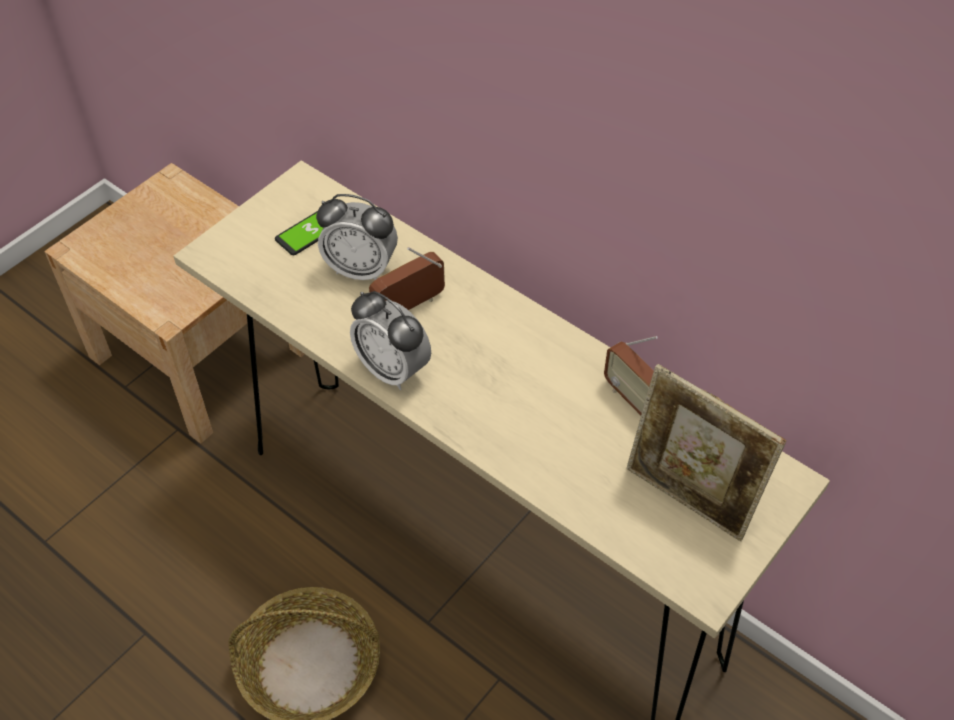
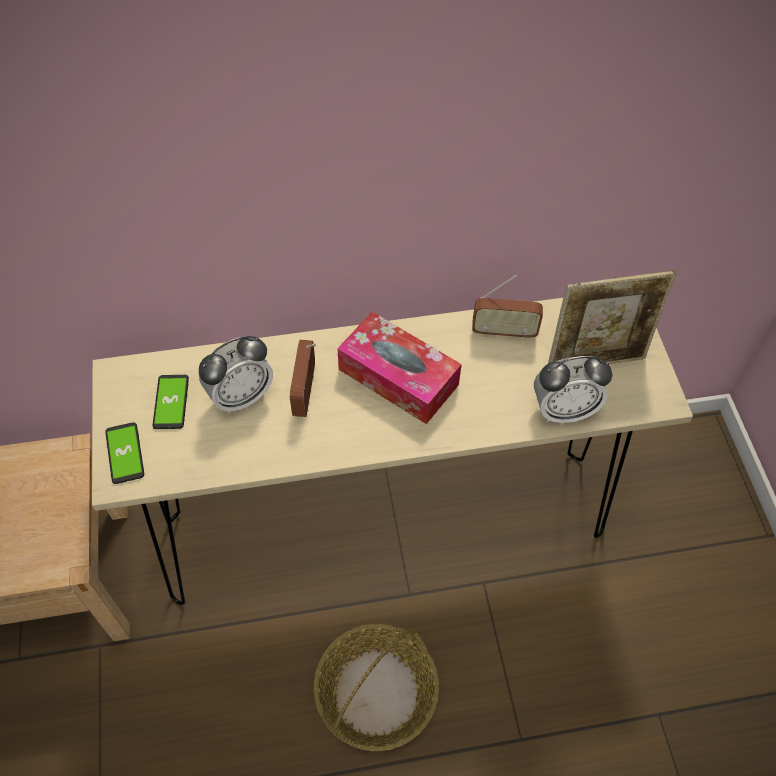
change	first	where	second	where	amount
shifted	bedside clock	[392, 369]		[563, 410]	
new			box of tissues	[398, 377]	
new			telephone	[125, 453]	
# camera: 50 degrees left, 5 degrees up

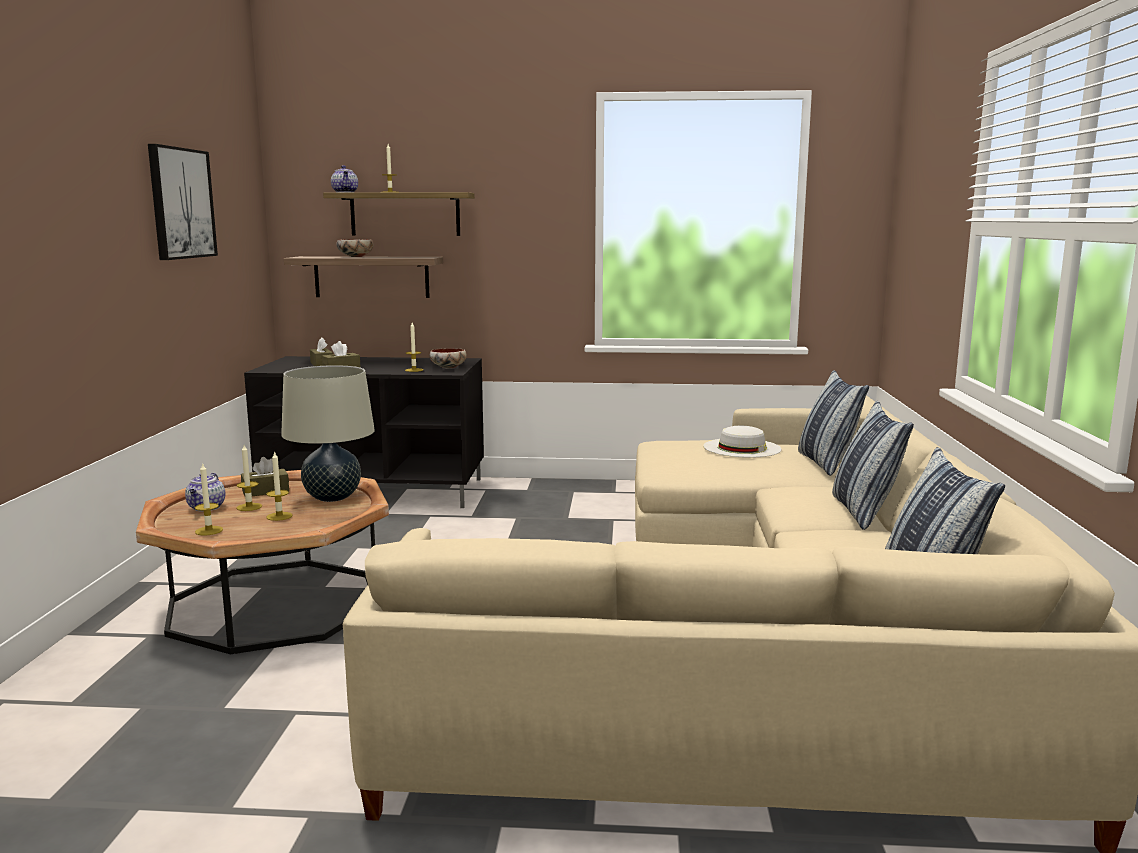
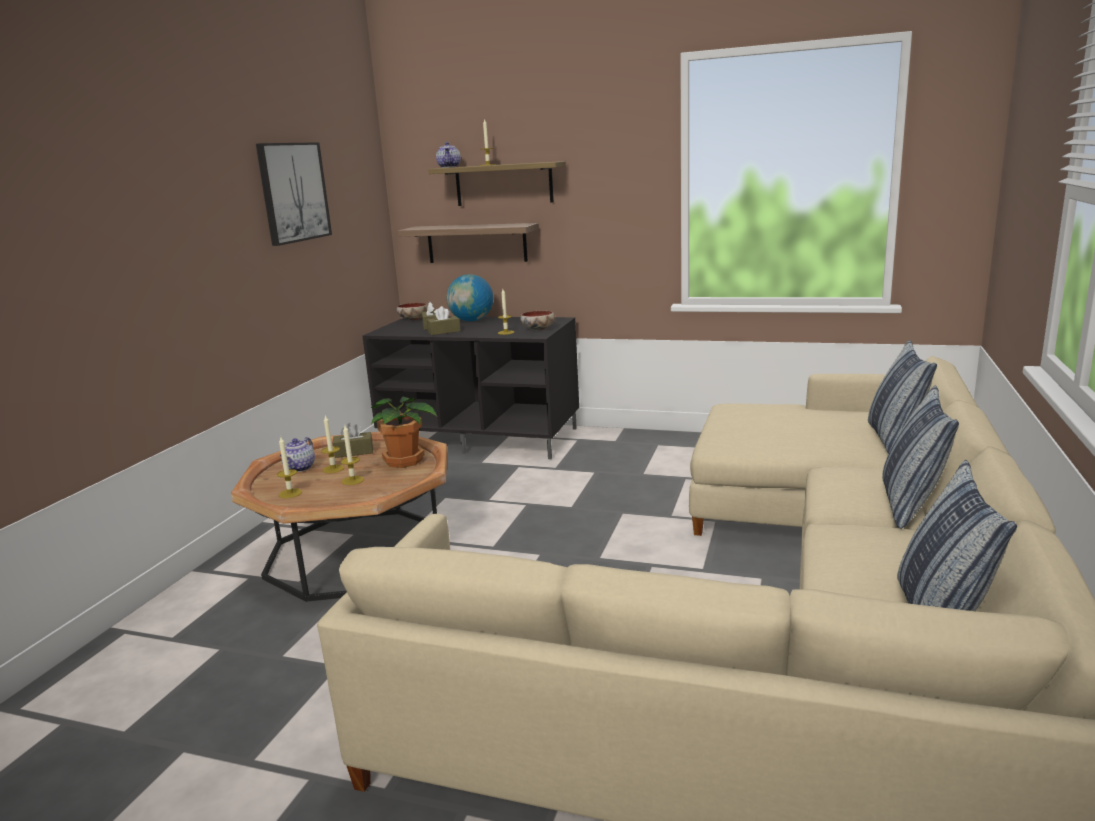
change	first	where	second	where	amount
shifted	bowl	[355, 257]		[413, 319]	
swapped	beige table lamp	[332, 497]	plant in a pot	[405, 461]	
gone	white wearable hat	[742, 448]			
new			world globe	[472, 320]	
# camera: 15 degrees right, 5 degrees up

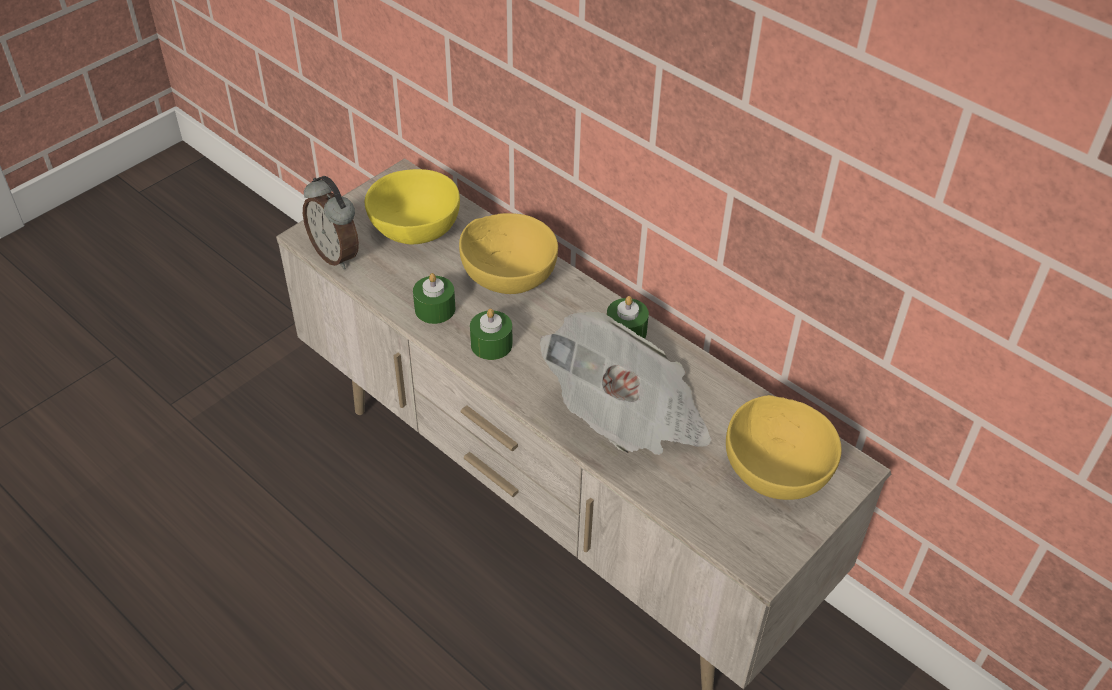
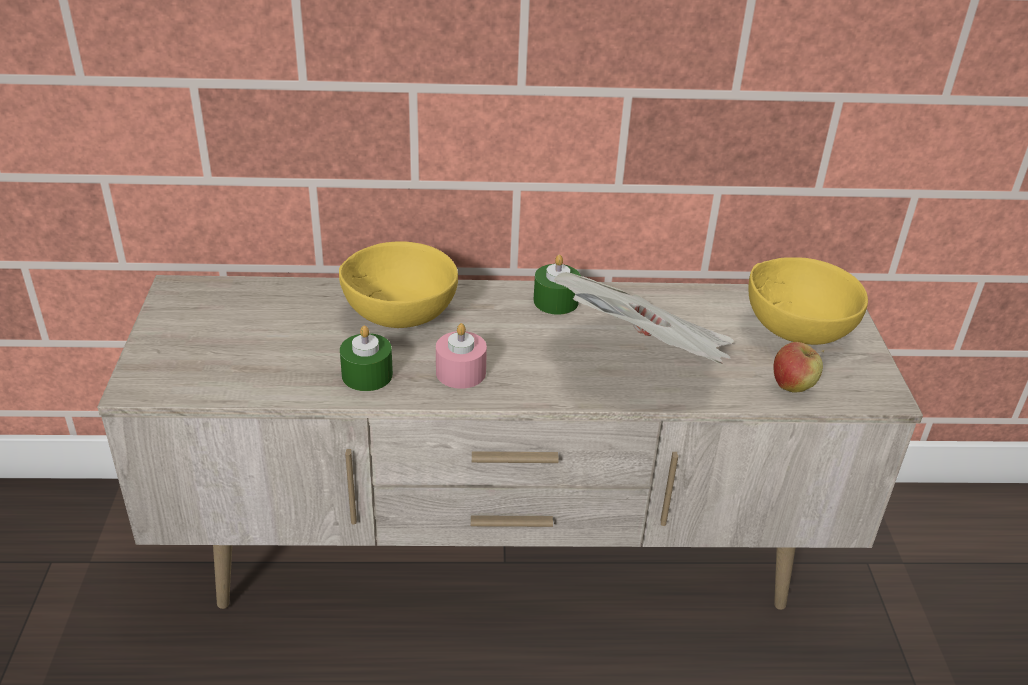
change	first	where	second	where	amount
gone	yellow bowl	[413, 232]			
gone	bedside clock	[336, 254]			
repainted	greenish wax light	[491, 344]	pink-coloured wax light	[460, 372]	
new			apple fruit	[792, 387]	
# camera: 45 degrees left, 10 degrees down

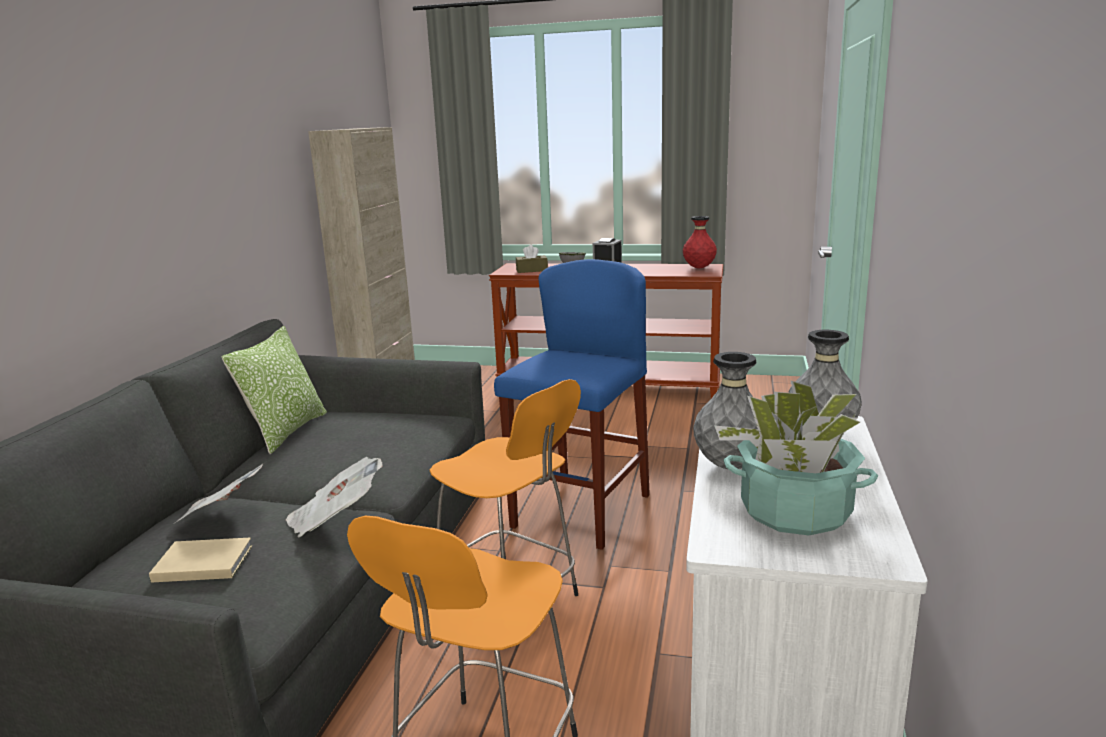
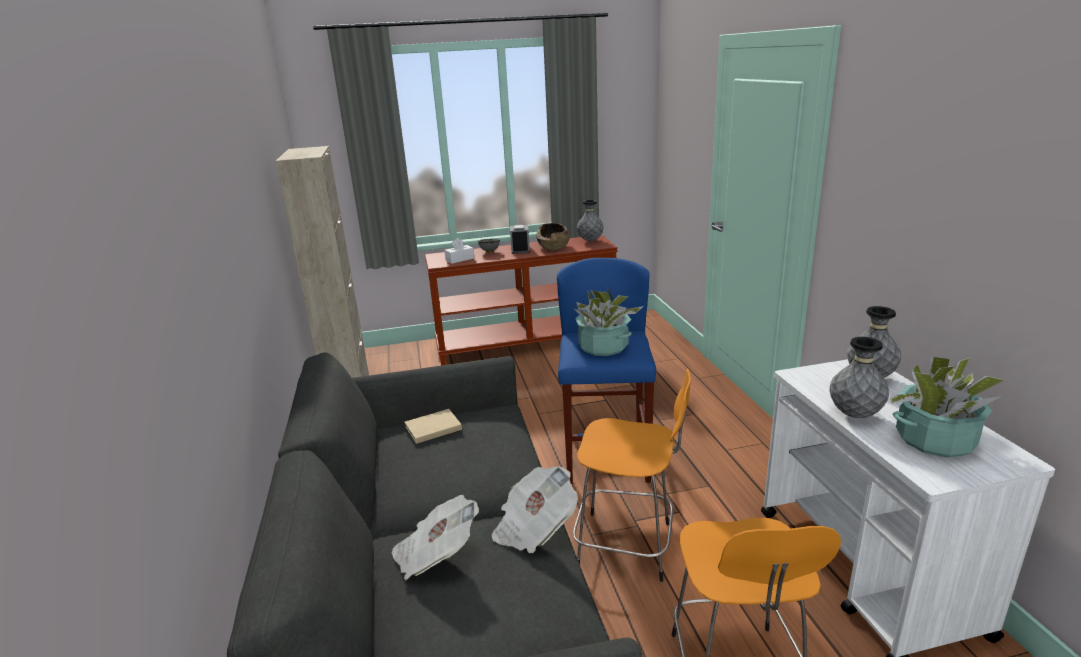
change	first	where	second	where	amount
repainted	red-coloured flower vase	[699, 268]	greyish flower vase	[590, 240]	
repainted	brownish box of tissues	[532, 270]	white box of tissues	[460, 259]	
gone	pillow	[286, 432]			
shifted	beige book	[201, 563]		[431, 428]	
new			brownish bowl	[553, 247]	
new			plant in a pot	[603, 347]	
# camera: 25 degrees left, 5 degrees up

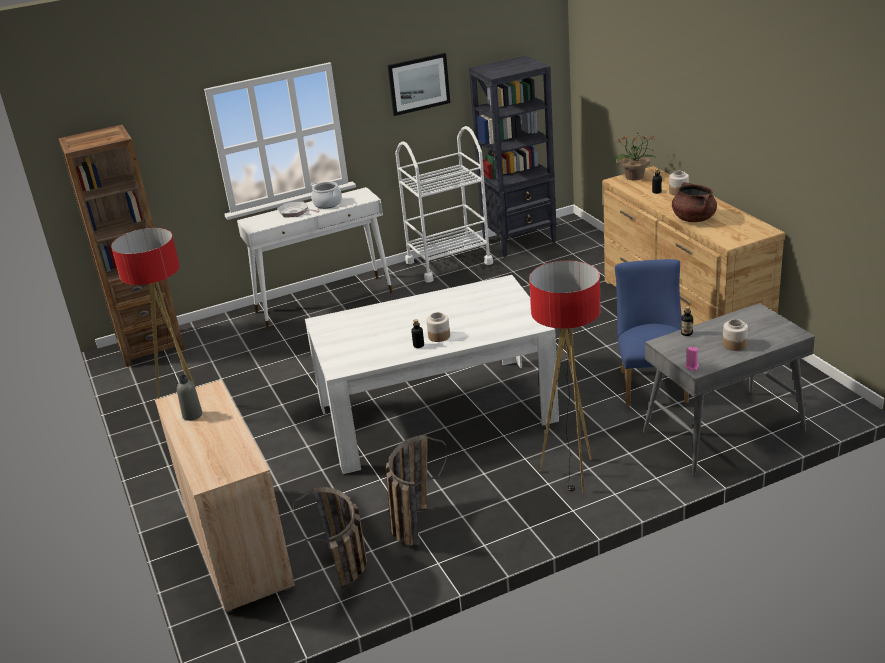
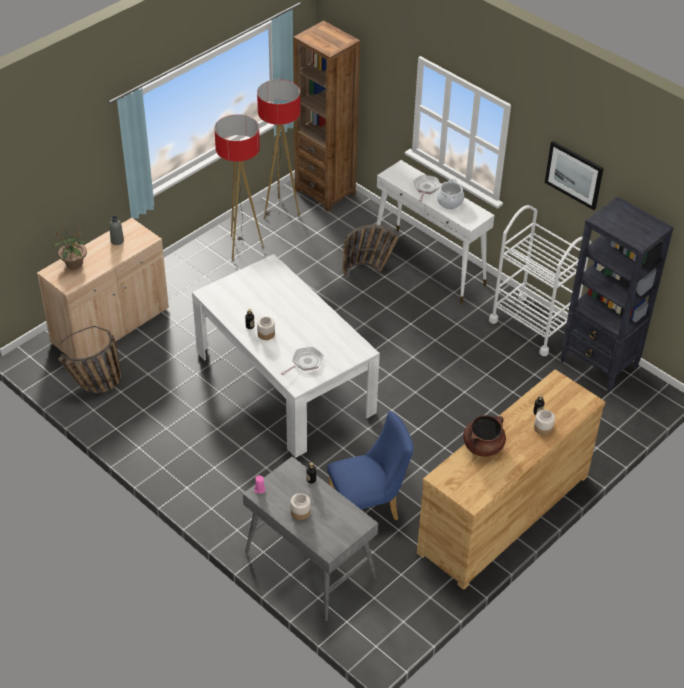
change	first	where	second	where	amount
shifted	plant in a pot	[635, 177]		[74, 264]	
shifted	standard lamp	[571, 474]		[280, 211]	
shifted	storage basket	[415, 520]		[368, 271]	
new			skillet	[305, 362]	
# camera: 65 degrees right, 15 degrees up

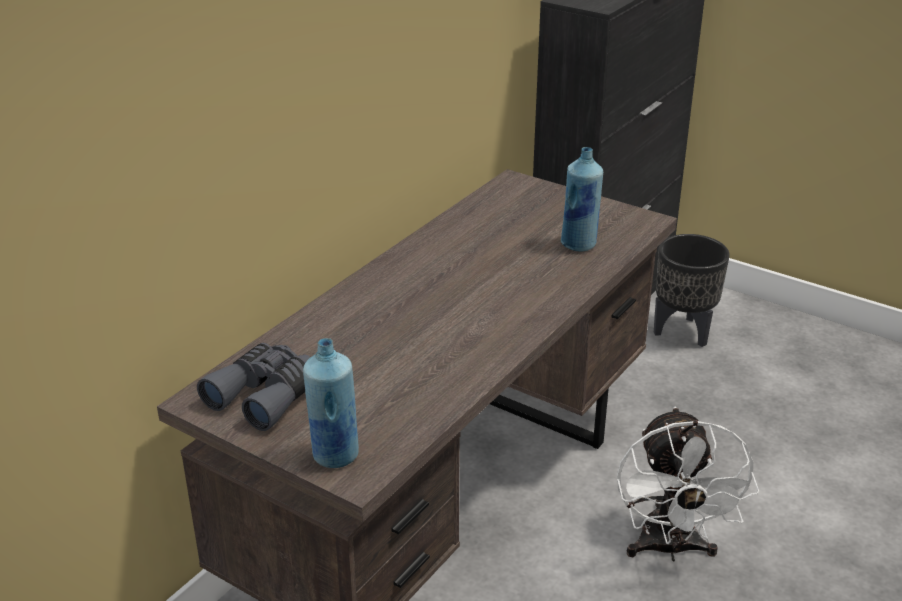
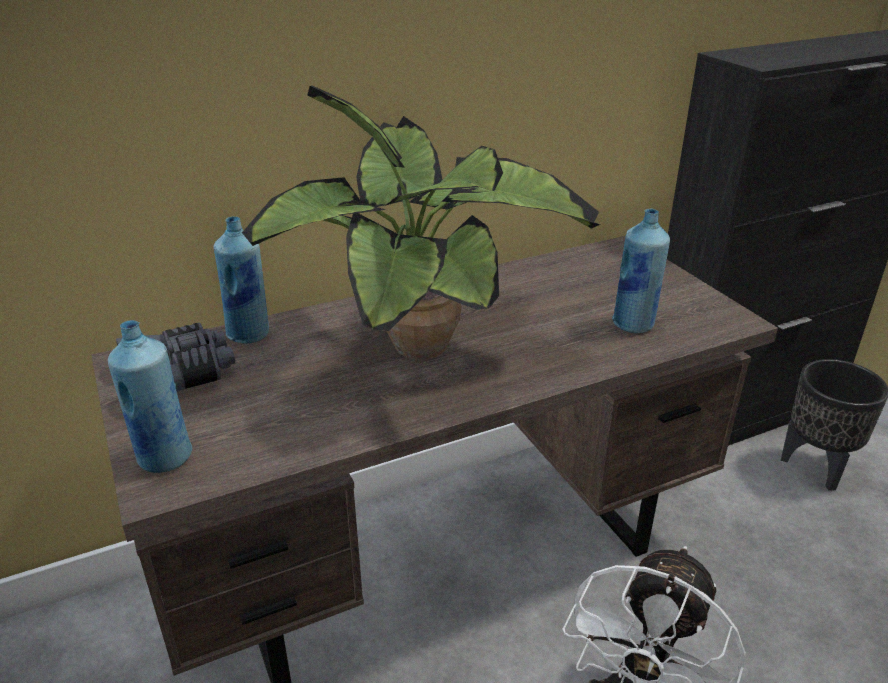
change	first	where	second	where	amount
new			plant in a pot	[428, 350]	
new			bluish bottle	[249, 334]	
# camera: 30 degrees right, 0 degrees up

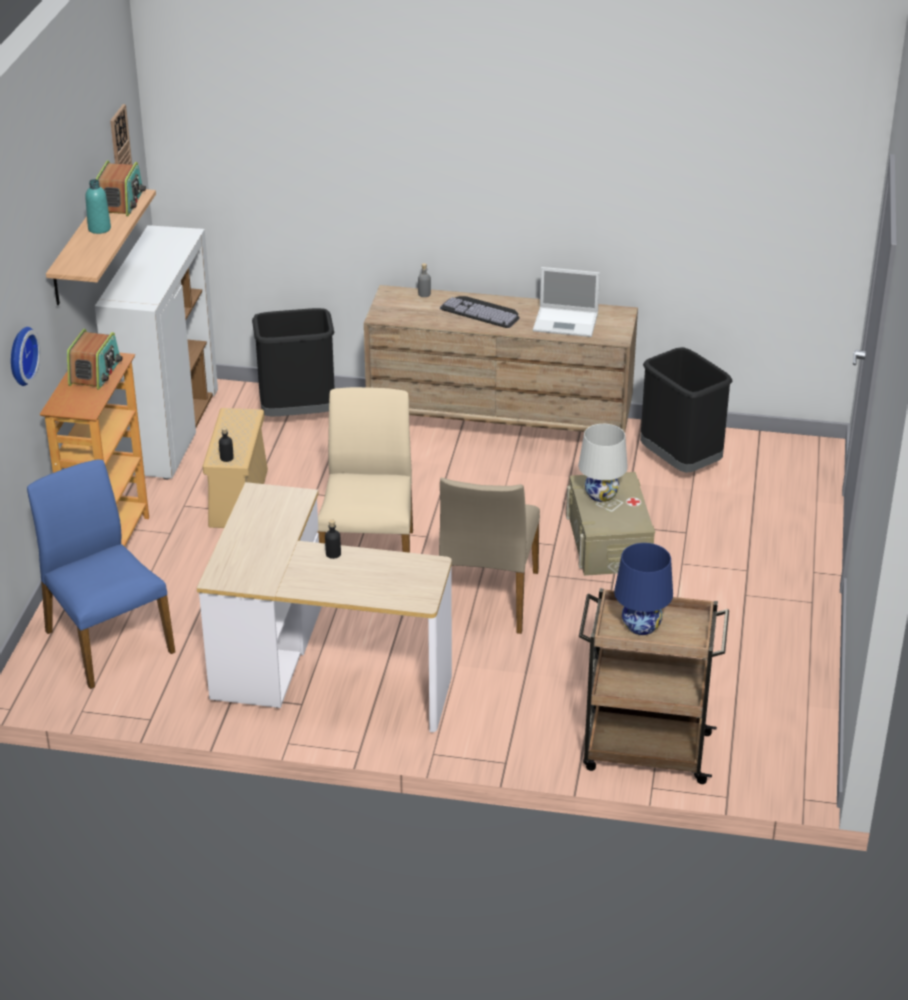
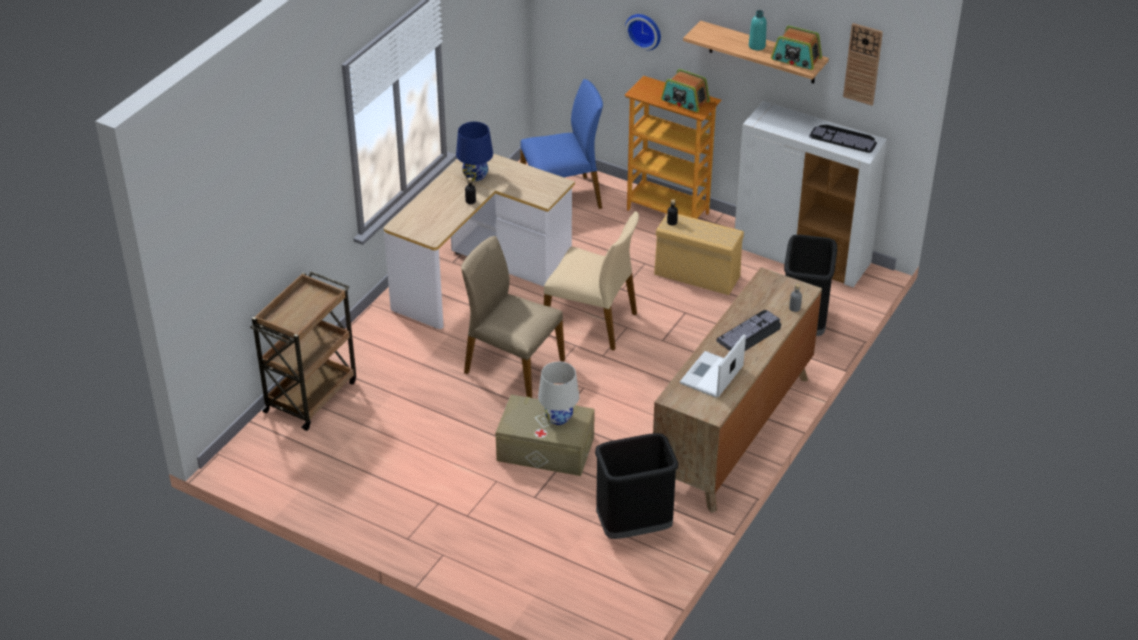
change	first	where	second	where	amount
shifted	bluish table lamp	[641, 625]		[475, 175]	
new			keyboard	[844, 138]	
# camera: 110 degrees right, 5 degrees up

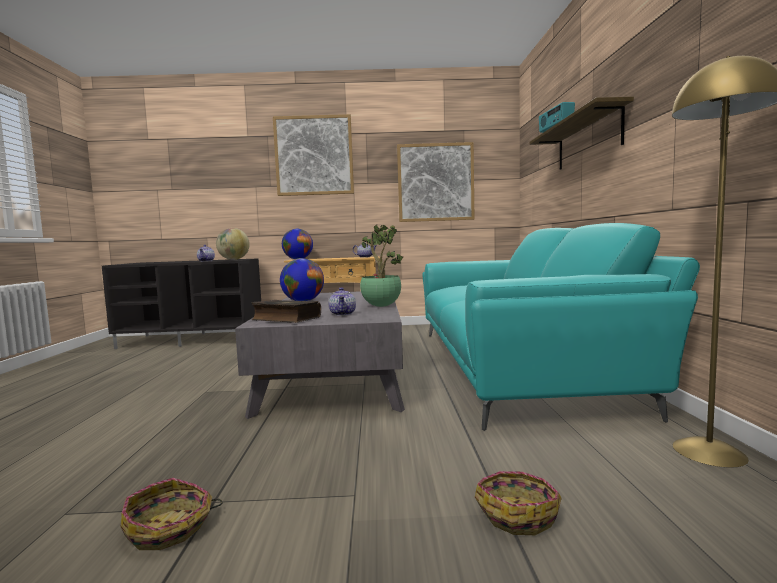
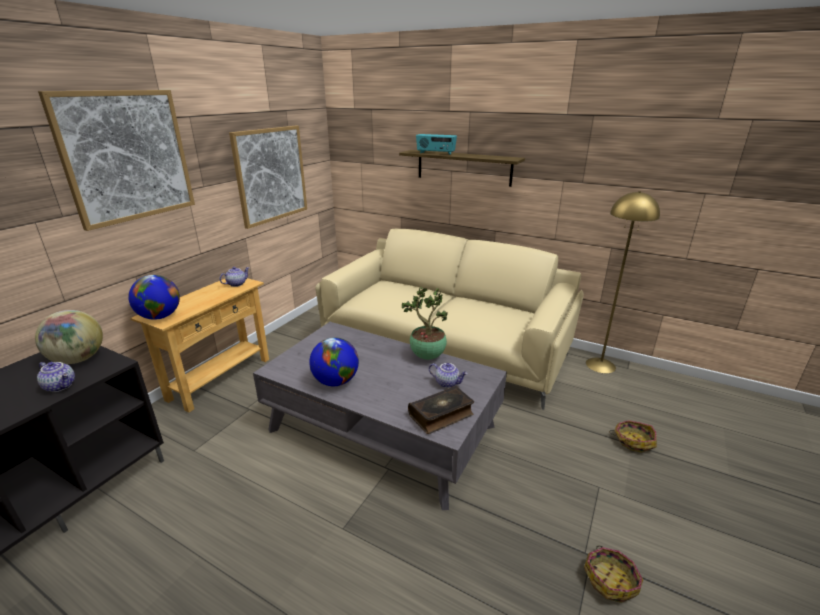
change	first	where	second	where	amount
repainted	blue-green sofa	[515, 365]	beige sofa	[446, 346]	
# camera: 60 degrees left, 20 degrees up

